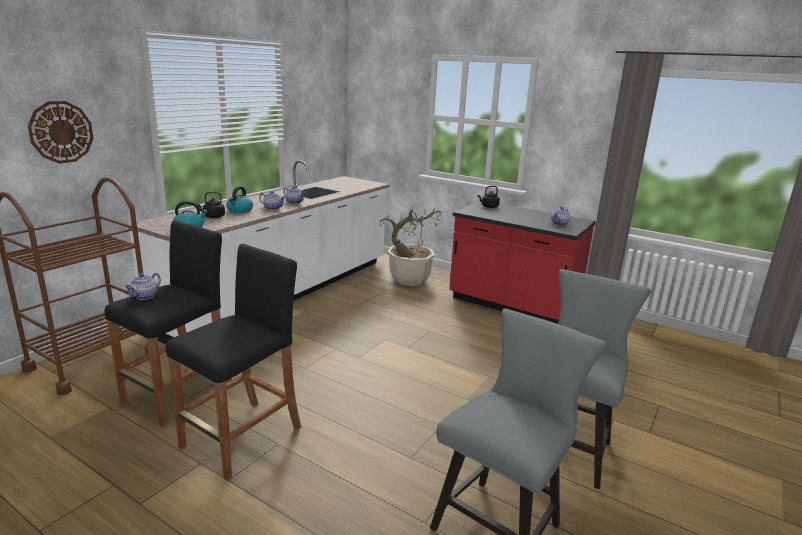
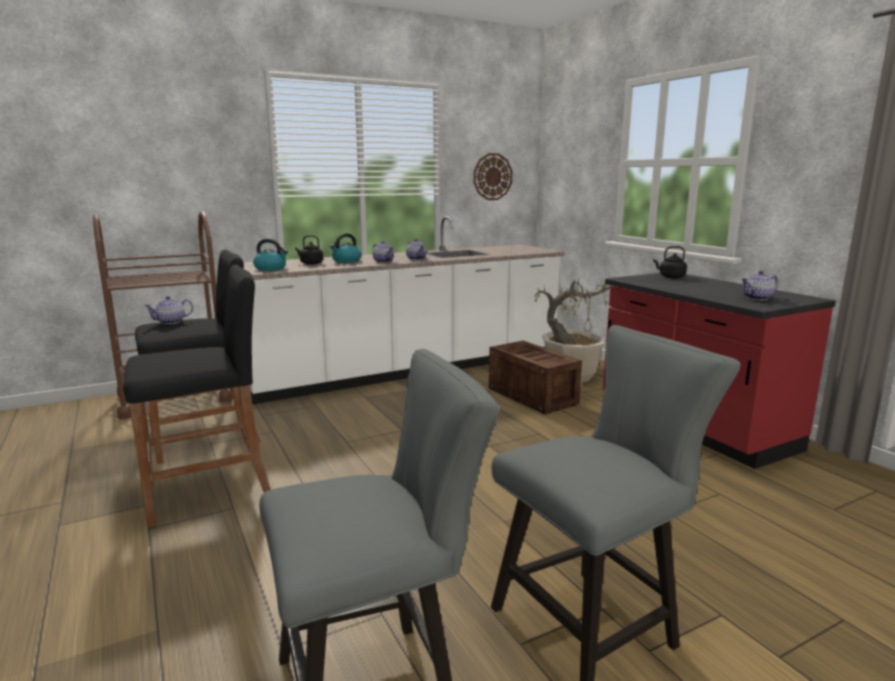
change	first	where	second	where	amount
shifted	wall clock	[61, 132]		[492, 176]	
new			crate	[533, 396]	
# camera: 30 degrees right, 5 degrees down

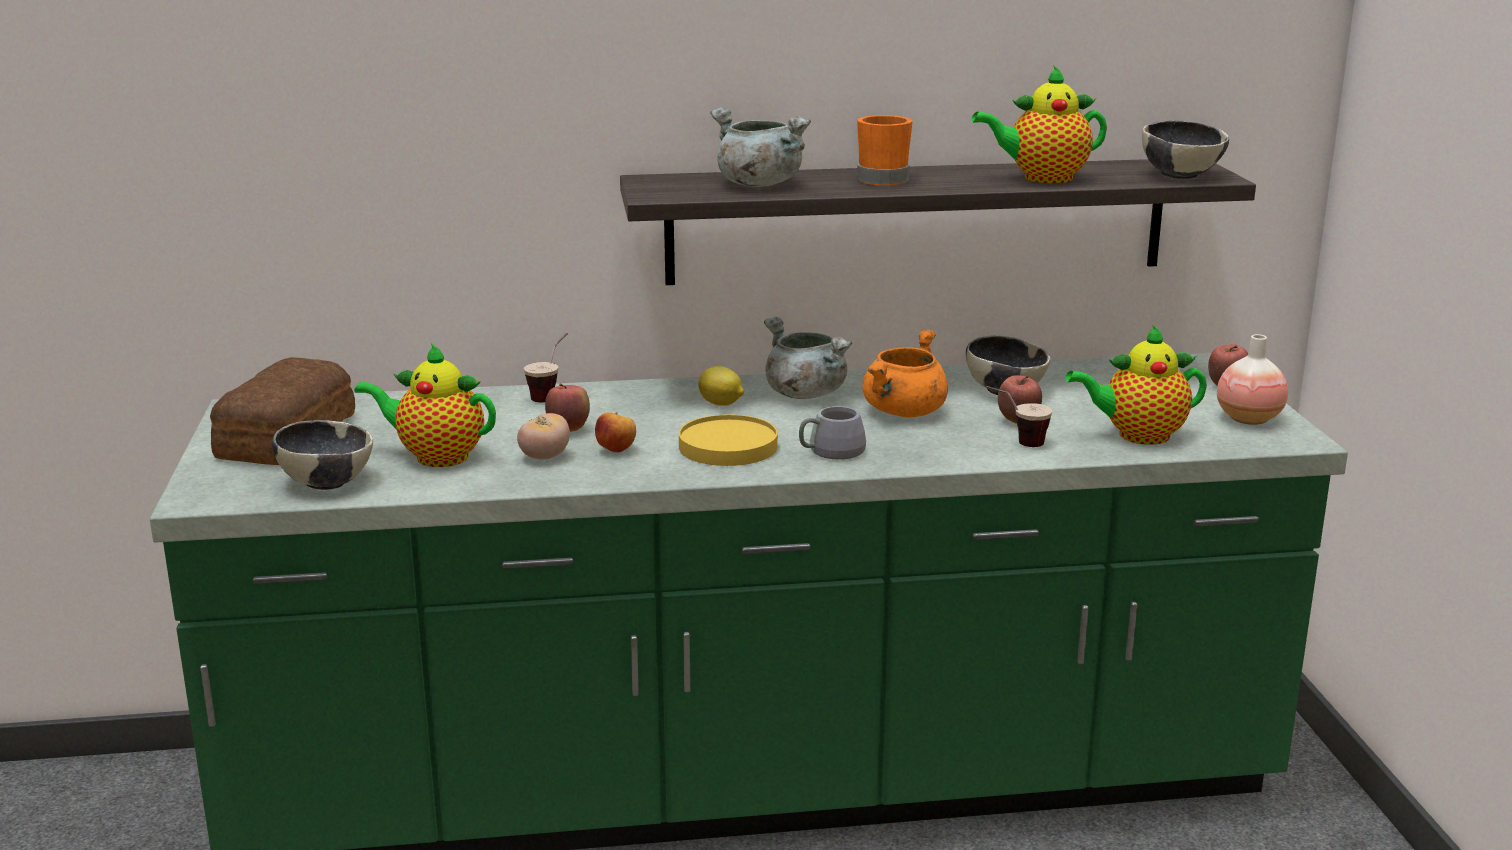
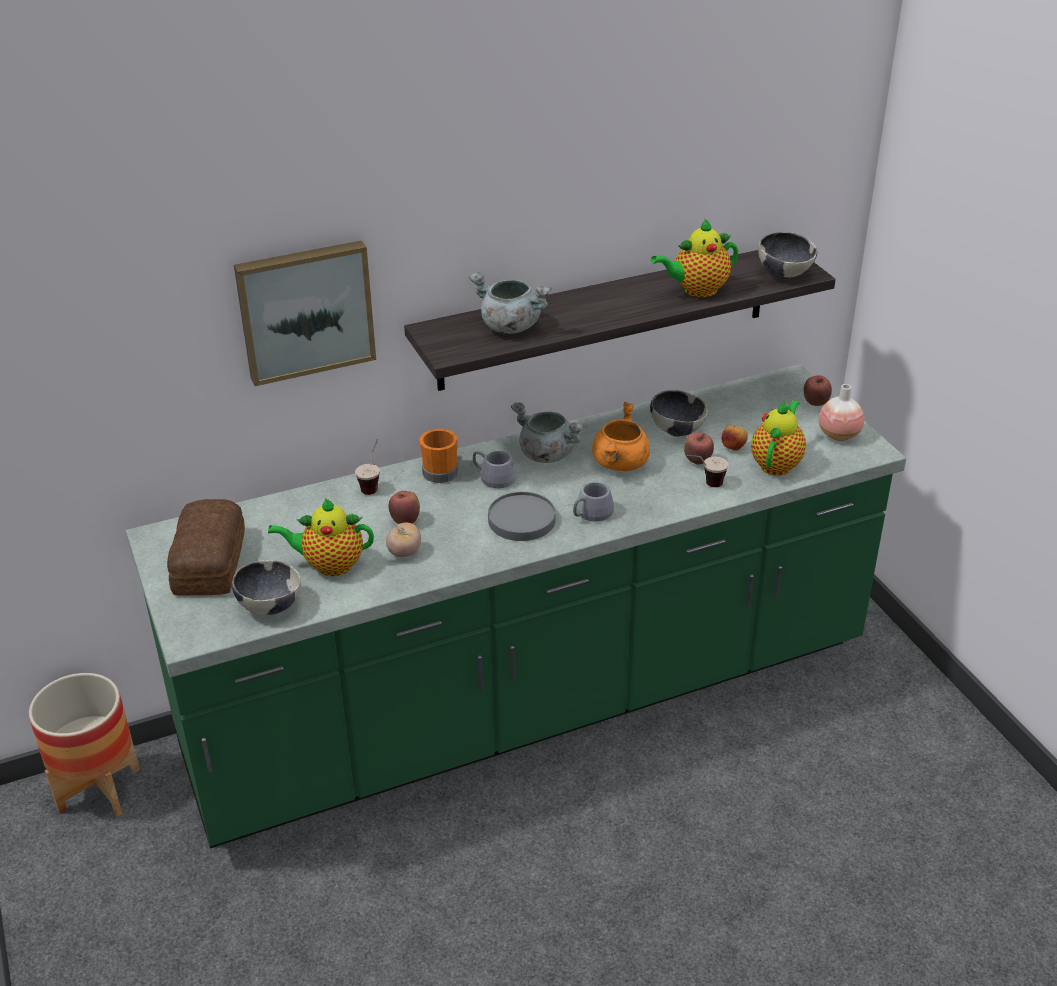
change	first	where	second	where	amount
shifted	orange tea mug	[883, 178]		[440, 470]	
rotated	tea pot	[1138, 435]		[777, 463]	135 degrees clockwise
swapped	lemon	[721, 404]	greyish tea mug	[496, 475]	
shifted	apple fruit	[617, 451]		[733, 448]	
repainted	yellow flat dish	[728, 446]	greyish flat dish	[521, 519]	
new			picture	[305, 310]	
new			flower pot	[99, 790]	
# camera: 15 degrees left, 15 degrees up

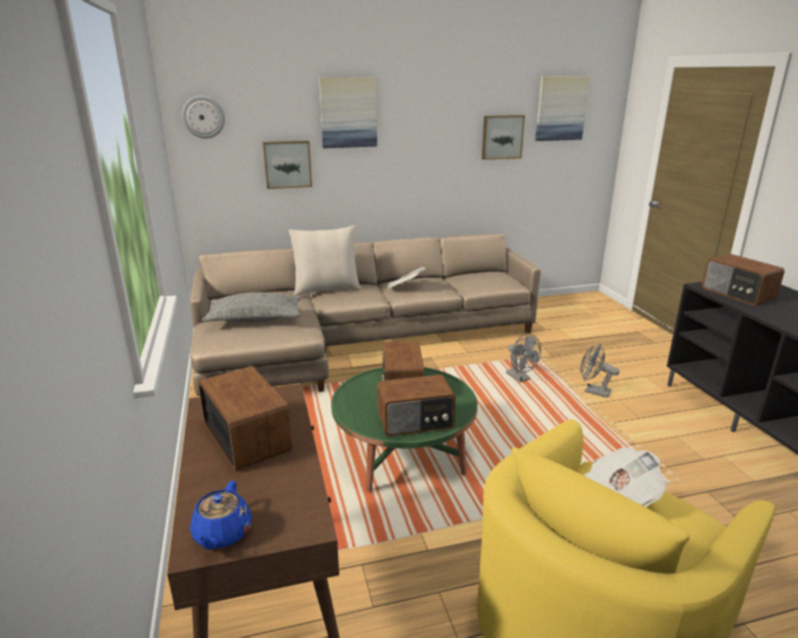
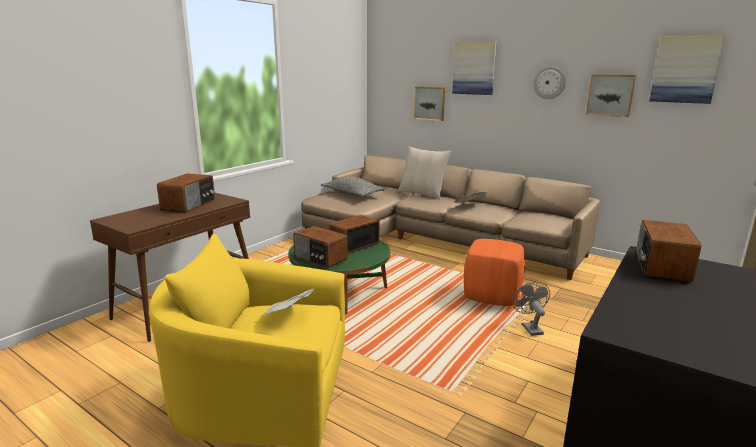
change	first	where	second	where	amount
shifted	wall clock	[203, 117]		[549, 82]	
swapped	greyish cooling fan	[520, 378]	orange pouffe	[492, 296]	
gone	bluish tea pot	[222, 534]			
# camera: 50 degrees right, 5 degrees down

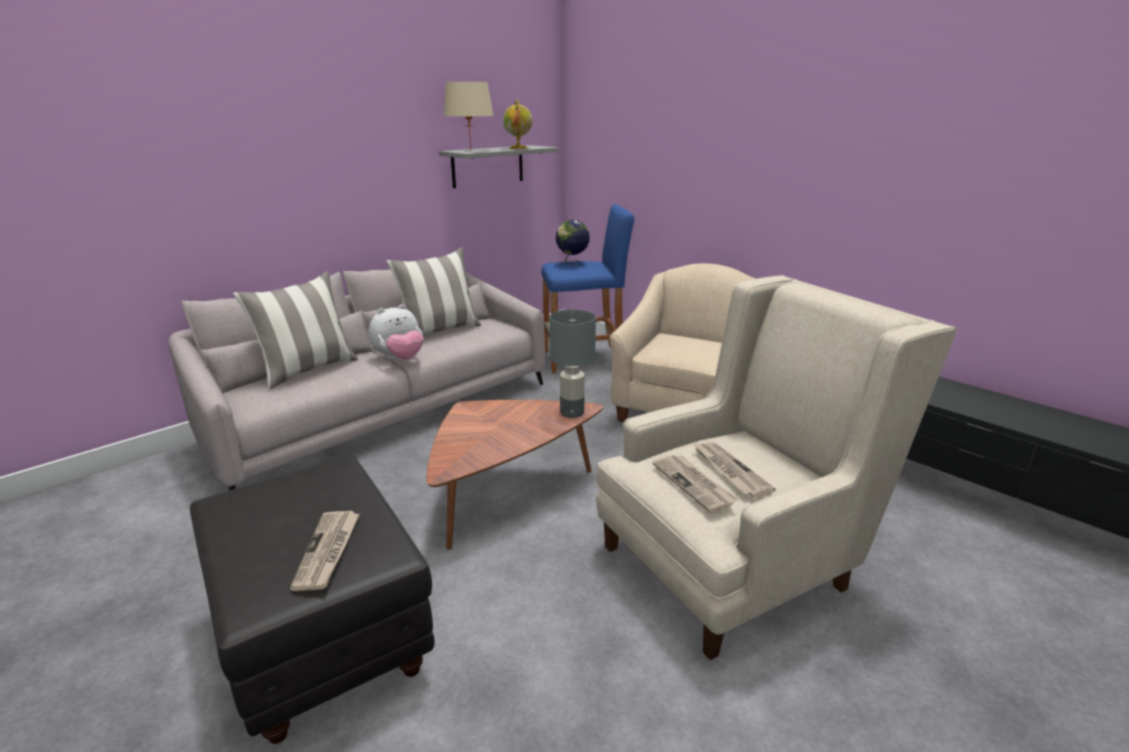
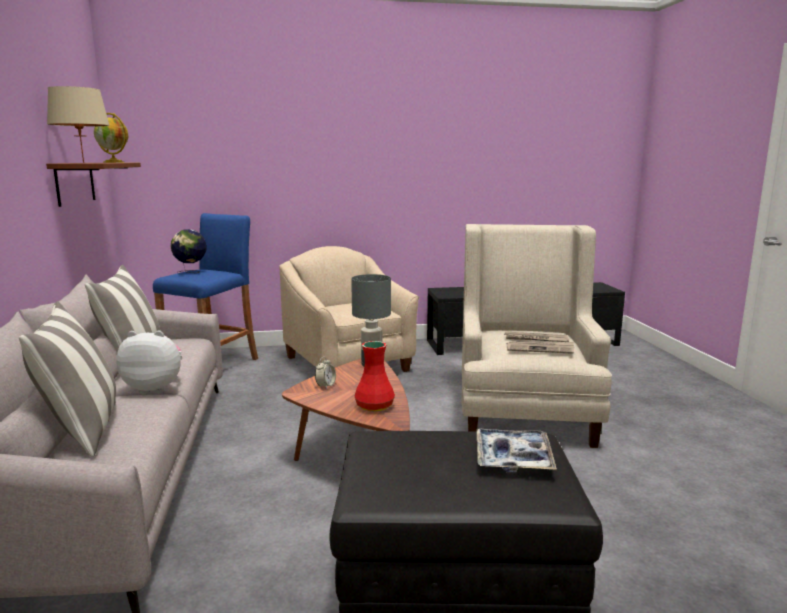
change	first	where	second	where	amount
repainted	greyish bracket shelf	[488, 166]	brownish bracket shelf	[75, 183]	
rotated	soft toy	[400, 359]		[155, 388]	90 degrees counterclockwise
swapped	newspaper	[328, 551]	tray	[513, 458]	
new			red-coloured flower vase	[375, 406]	
new			bedside clock	[325, 386]	
# camera: 55 degrees left, 10 degrees down

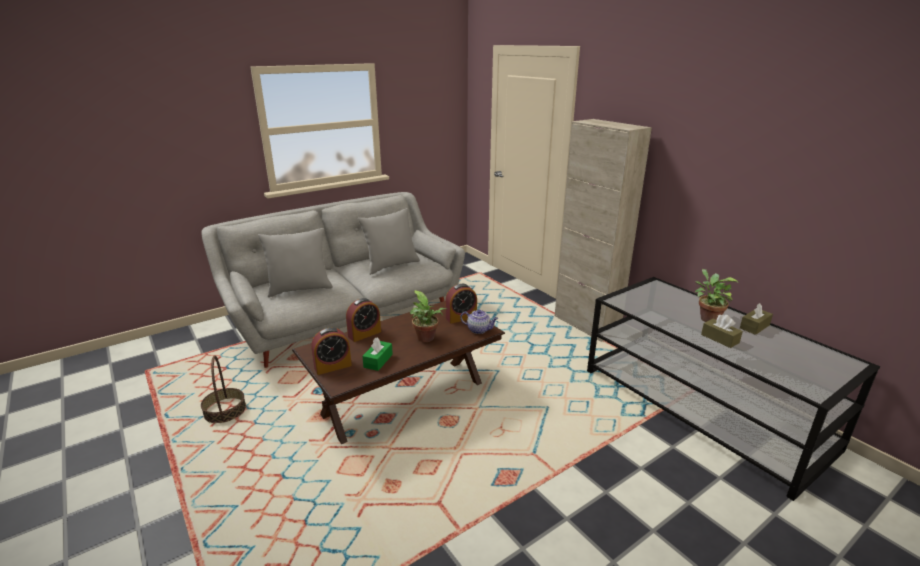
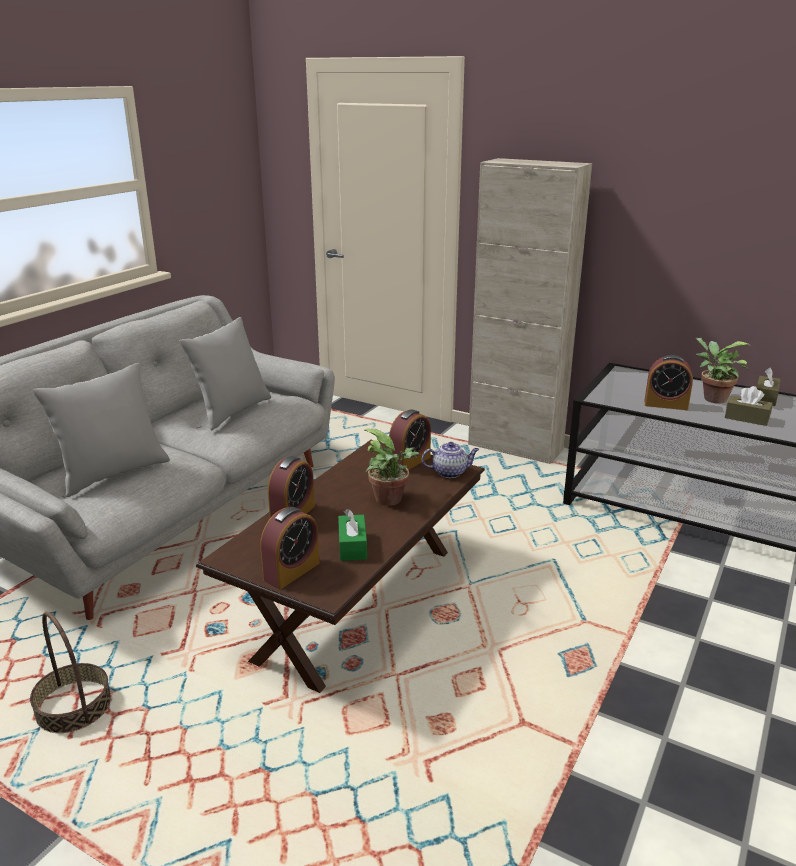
change	first	where	second	where	amount
new			bedside clock	[666, 404]	
# camera: 25 degrees left, 0 degrees up

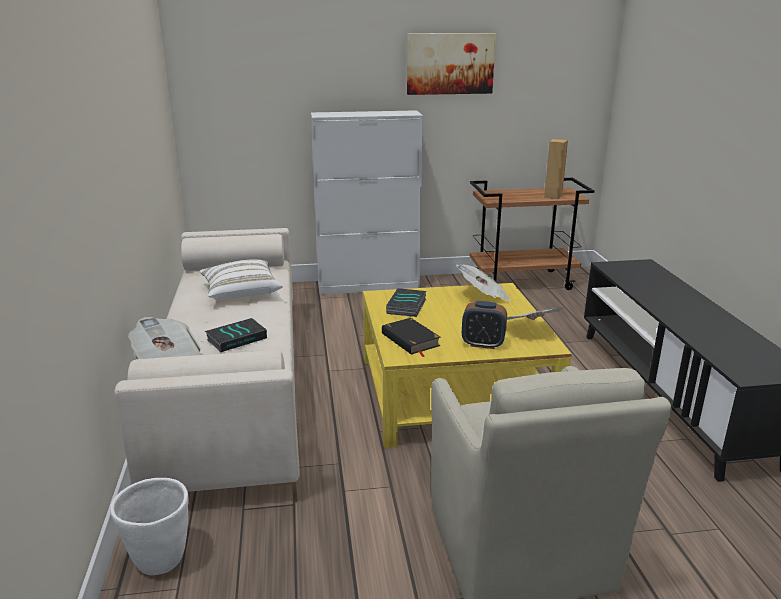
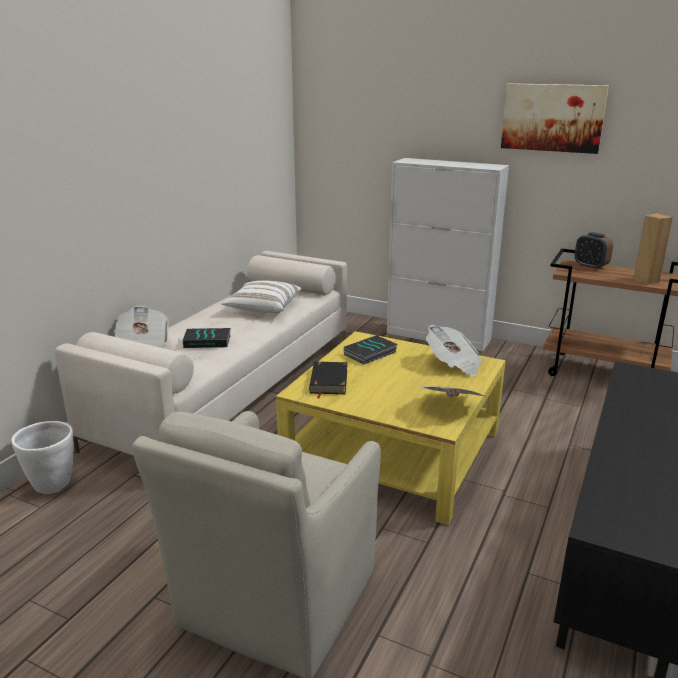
change	first	where	second	where	amount
shifted	bedside clock	[483, 344]		[590, 266]	
# camera: 35 degrees right, 0 degrees up

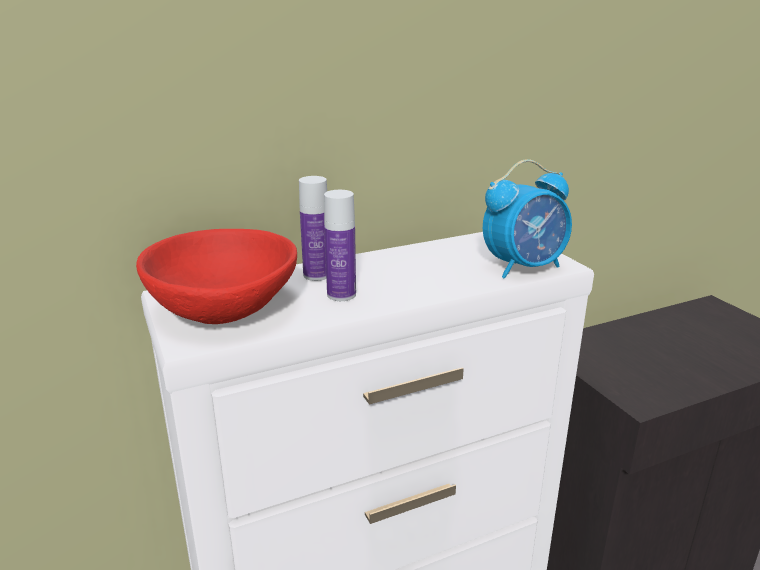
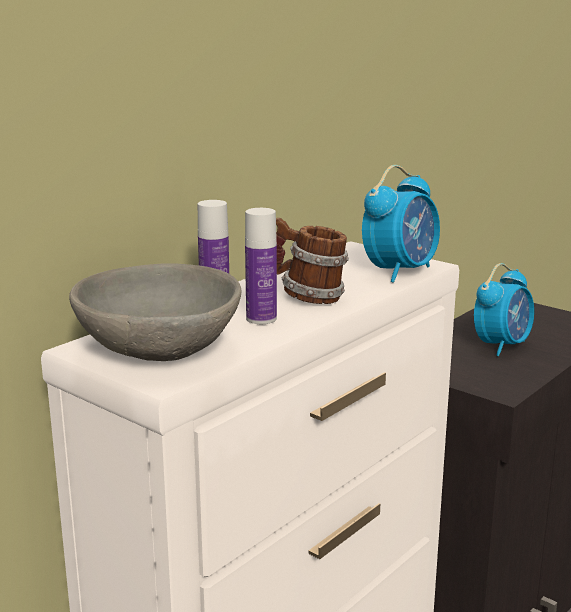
change	first	where	second	where	amount
repainted	red-coloured bowl	[224, 310]	greyish bowl	[160, 350]	
new			tea mug	[309, 297]	
new			bedside clock	[502, 345]	
# camera: 25 degrees left, 5 degrees down

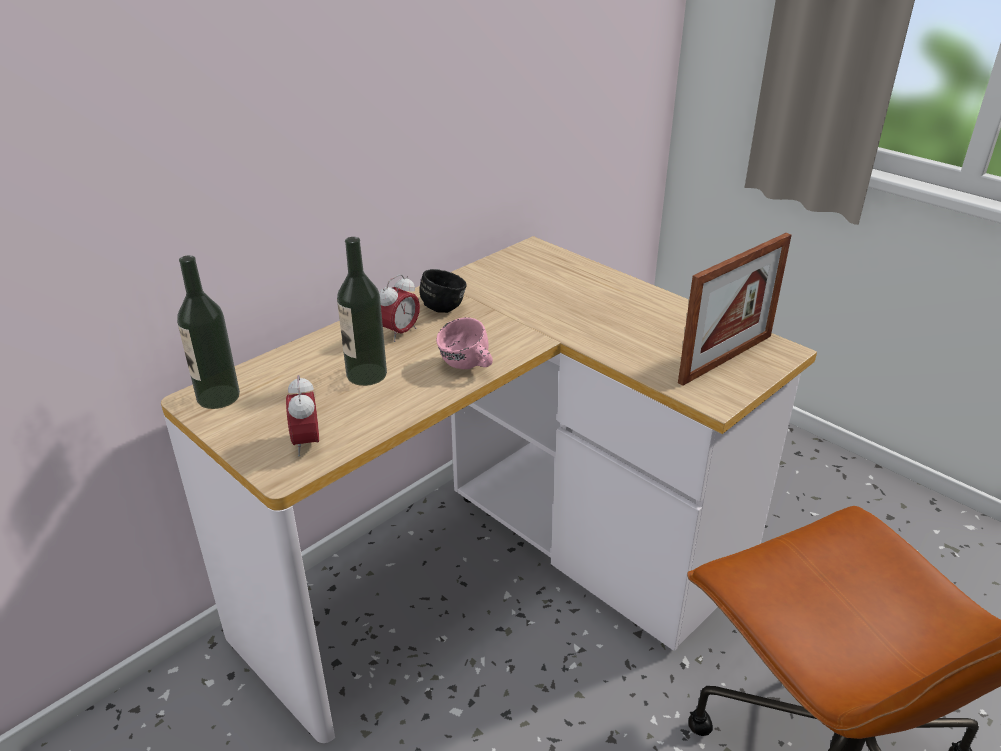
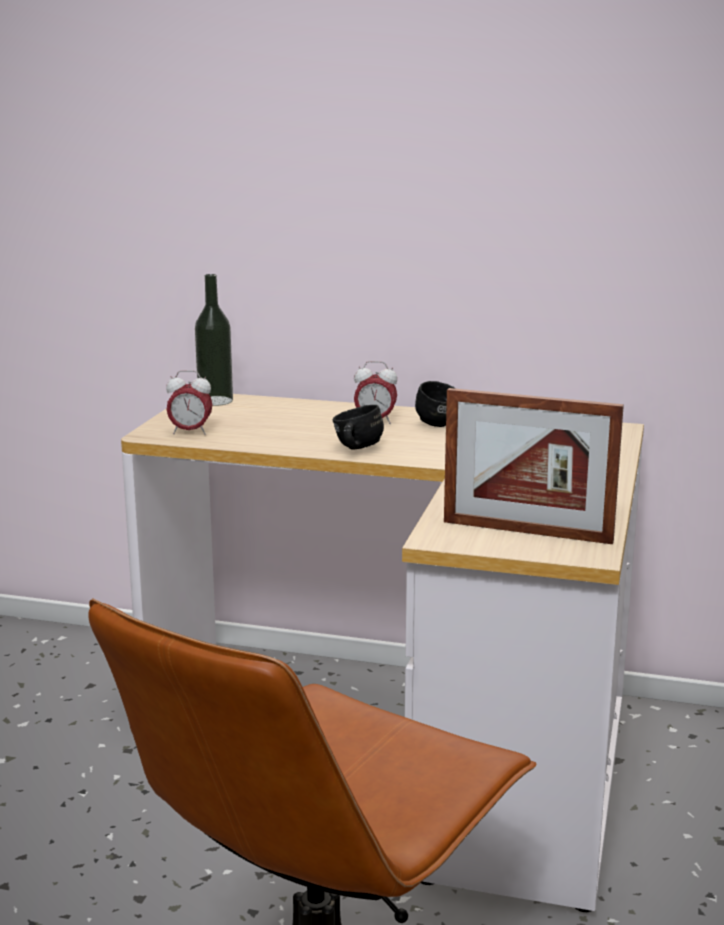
change	first	where	second	where	amount
gone	bottle	[366, 374]			
repainted	pink-coloured tea mug	[467, 367]	blackish tea mug	[354, 449]	
rotated	bedside clock	[307, 443]		[190, 432]	135 degrees counterclockwise
# camera: 60 degrees right, 15 degrees down

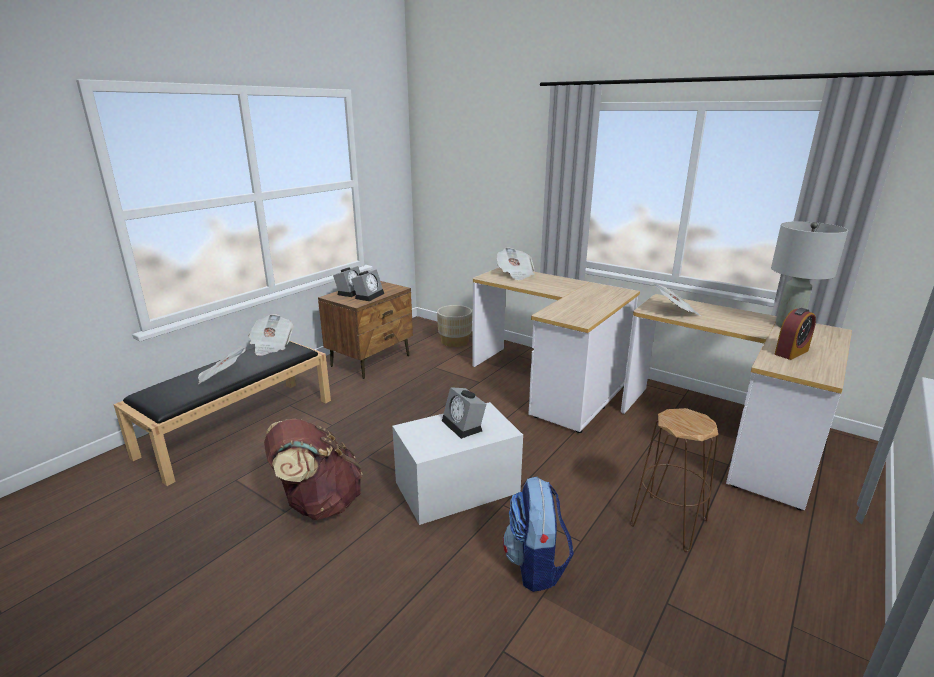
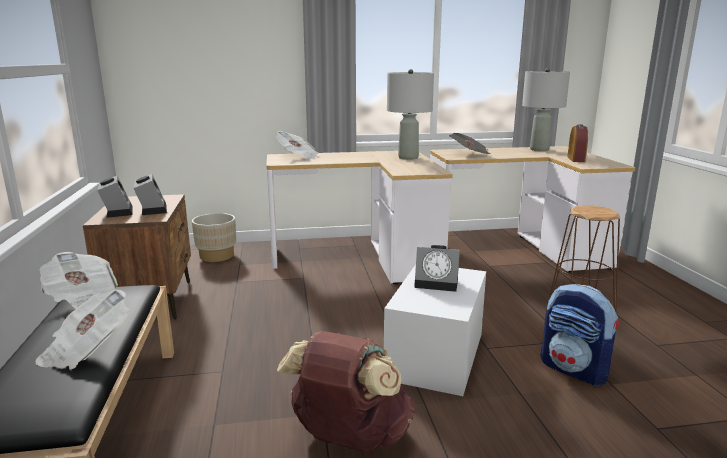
change	first	where	second	where	amount
new			greyish table lamp	[408, 157]	
# camera: 45 degrees left, 5 degrees down

